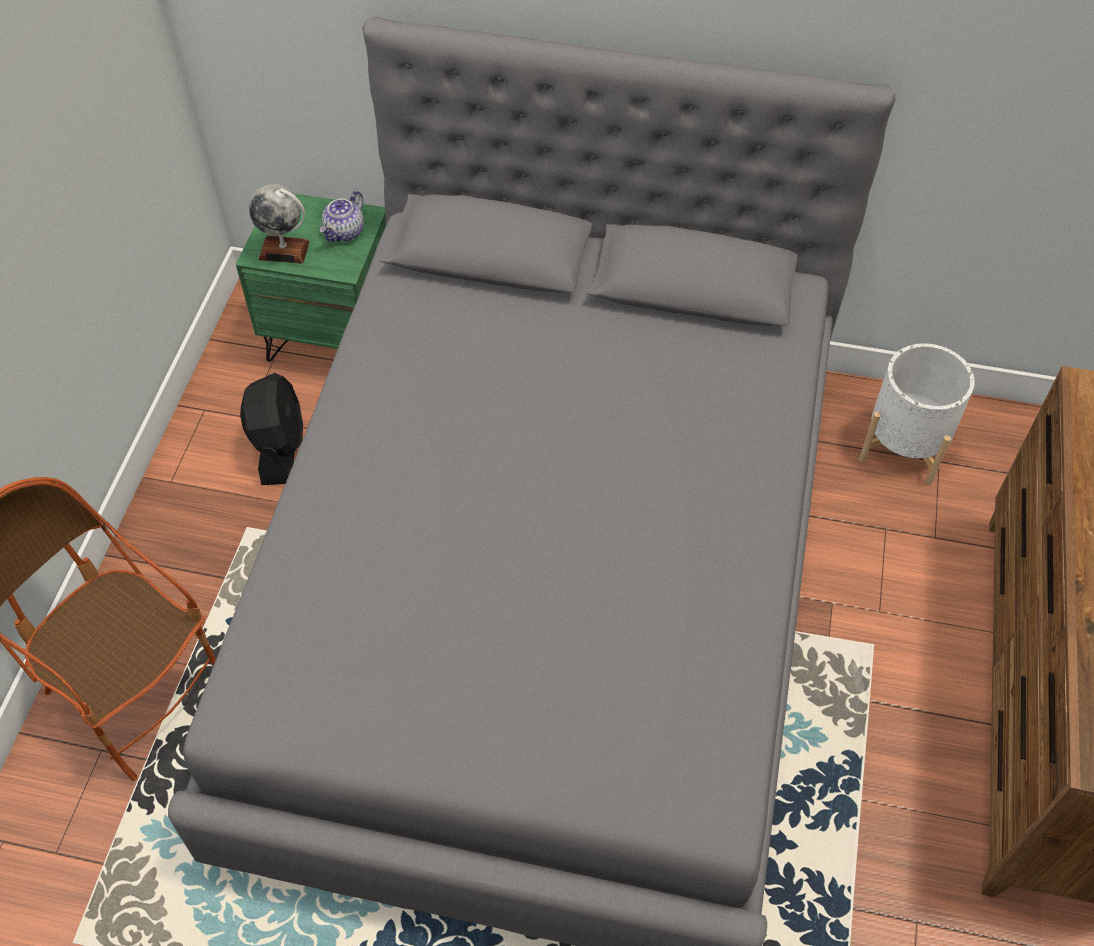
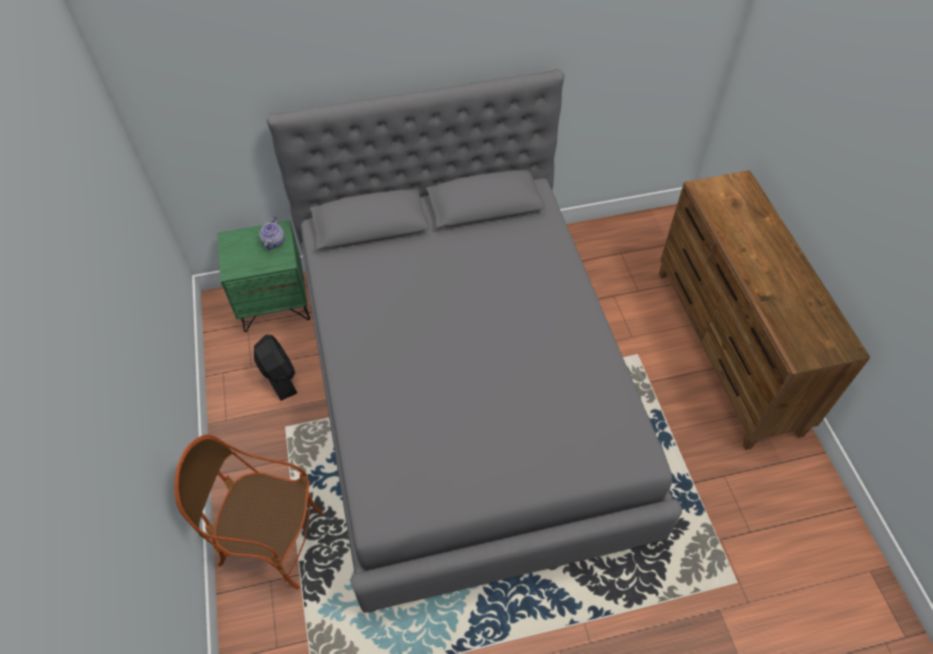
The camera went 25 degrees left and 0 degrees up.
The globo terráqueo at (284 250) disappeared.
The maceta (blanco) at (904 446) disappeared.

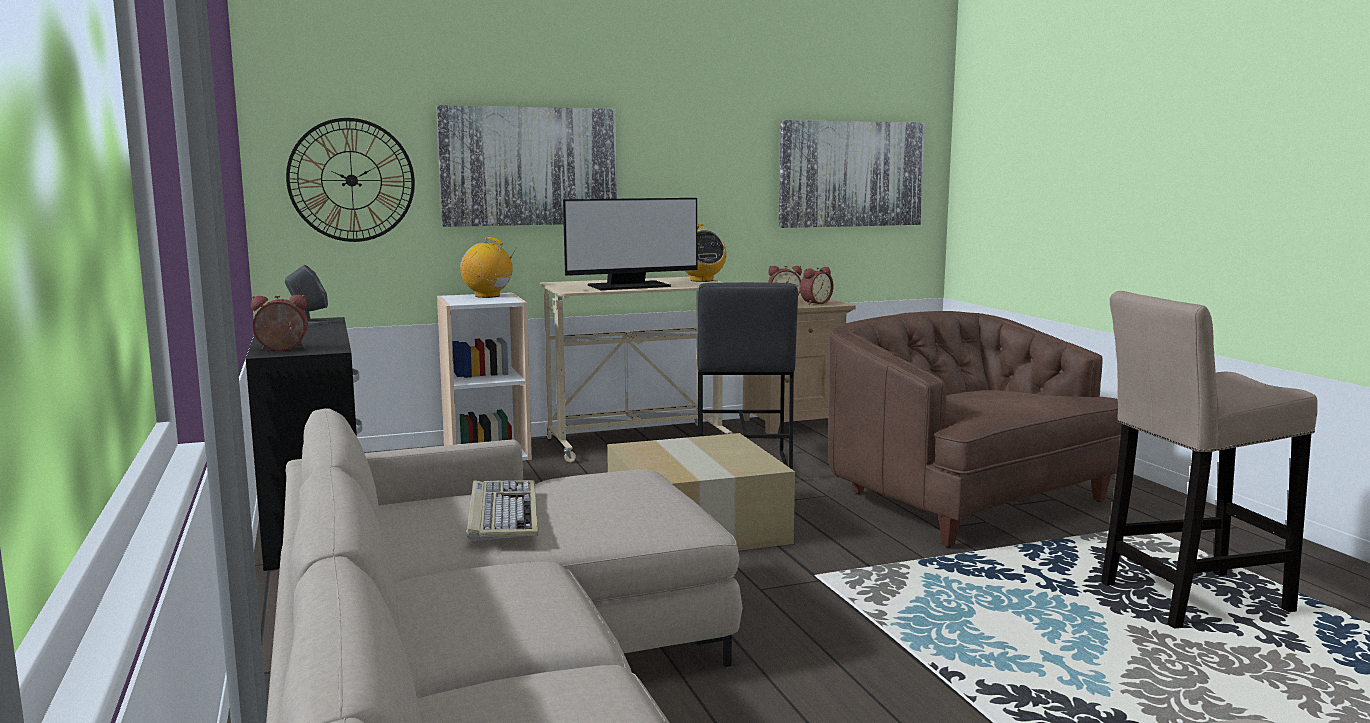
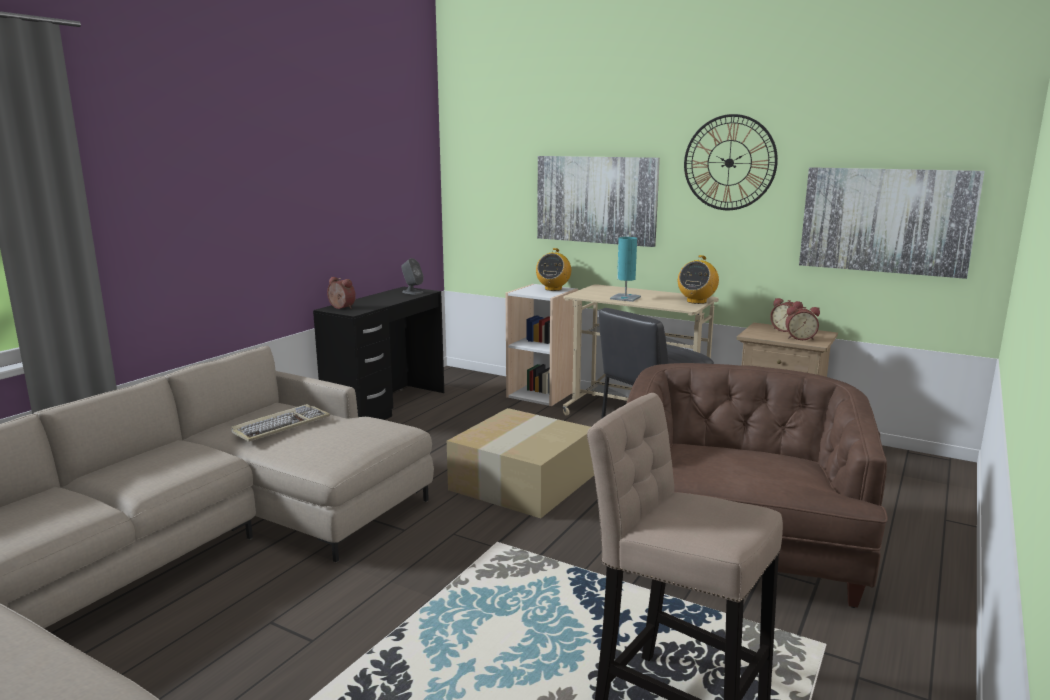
The camera went 50 degrees right and 5 degrees up.
The reloj de pared moved from (351 180) to (729 163).
The radio at (488 296) turned 150 degrees counterclockwise.
The monitor at (629 286) was replaced by the lámpara de mesa (turquesa) at (625 298).

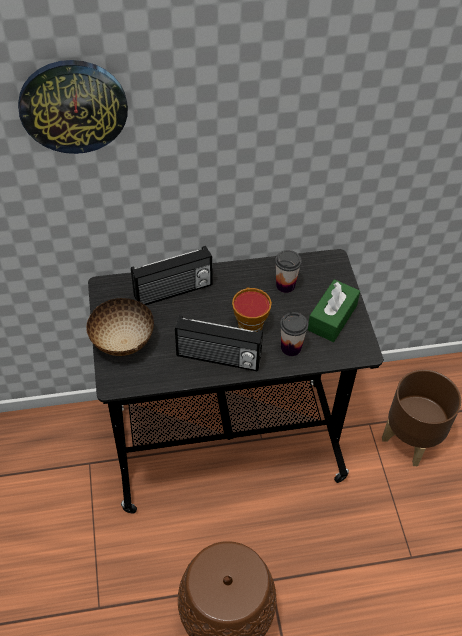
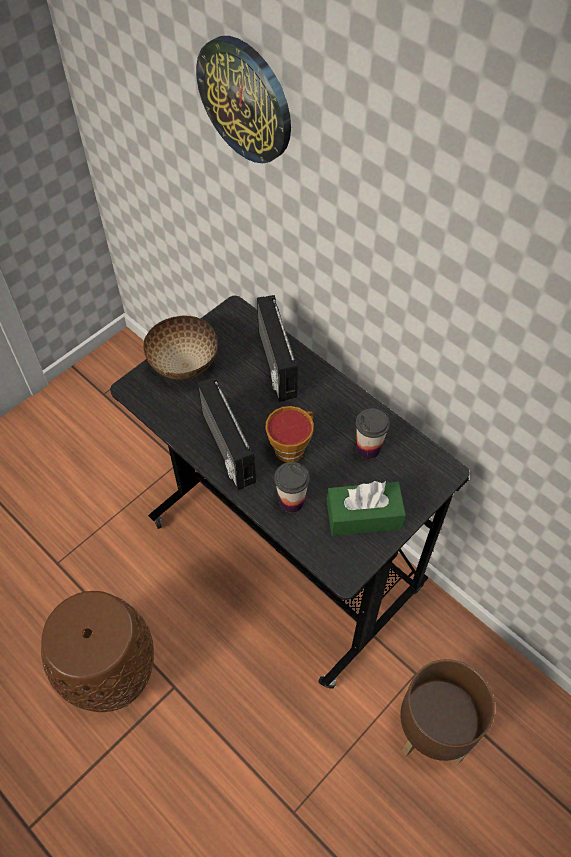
The camera went 55 degrees right and 5 degrees up.
The radio at (173 292) turned 45 degrees clockwise.

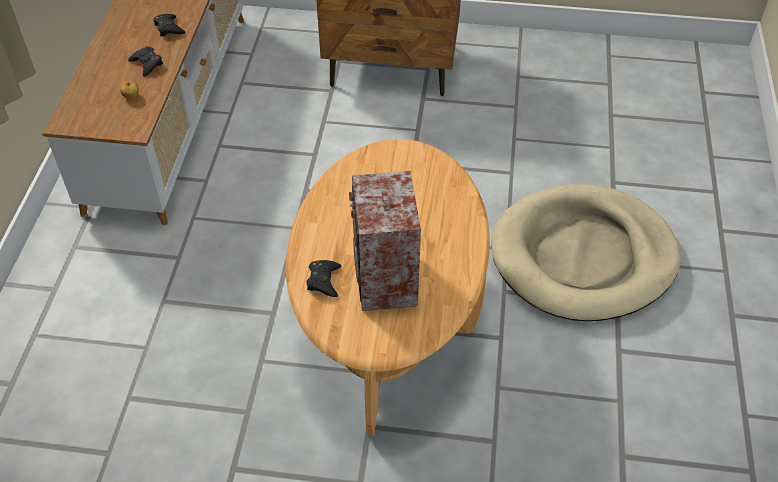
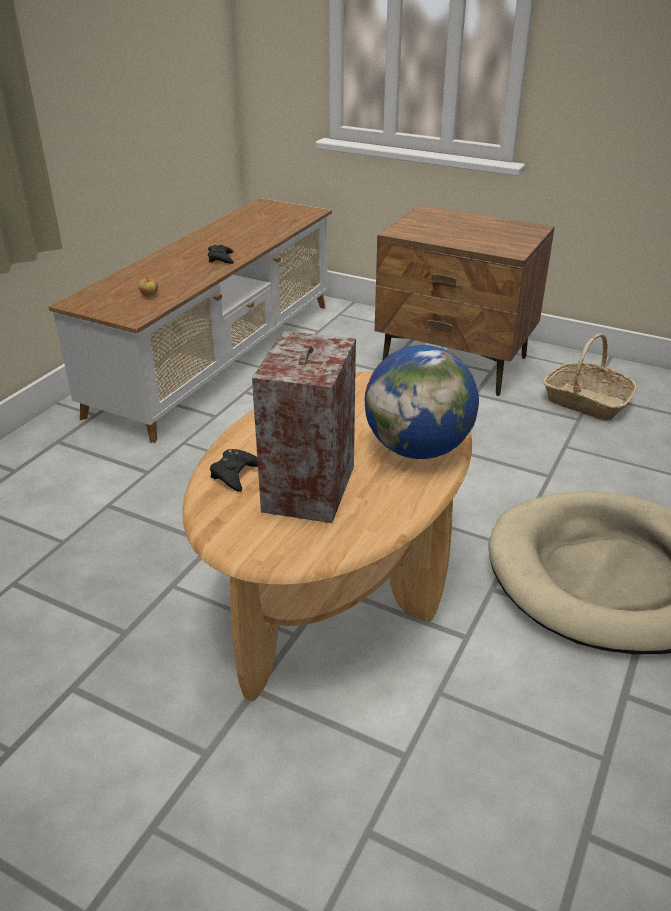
The camera went 20 degrees right and 15 degrees down.
The mando de consola (negro) at (147 64) disappeared.
The globo terráqueo at (418 449) appeared.
The cesta at (585 402) appeared.

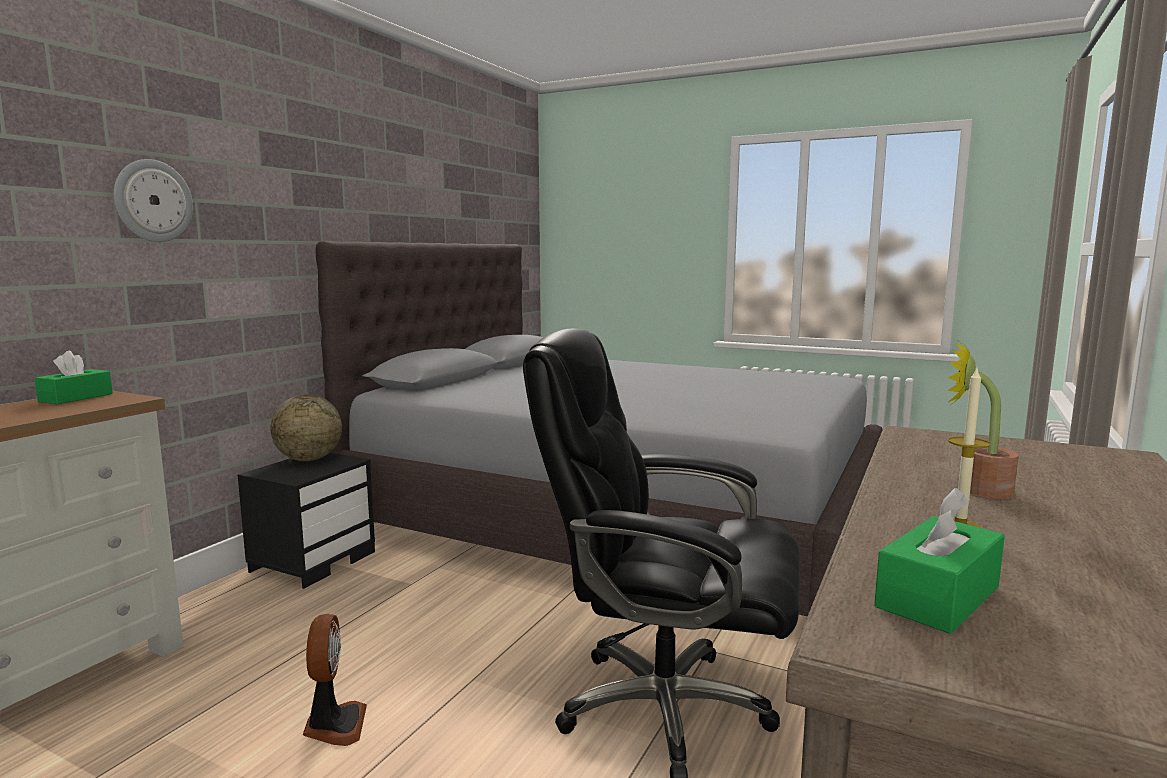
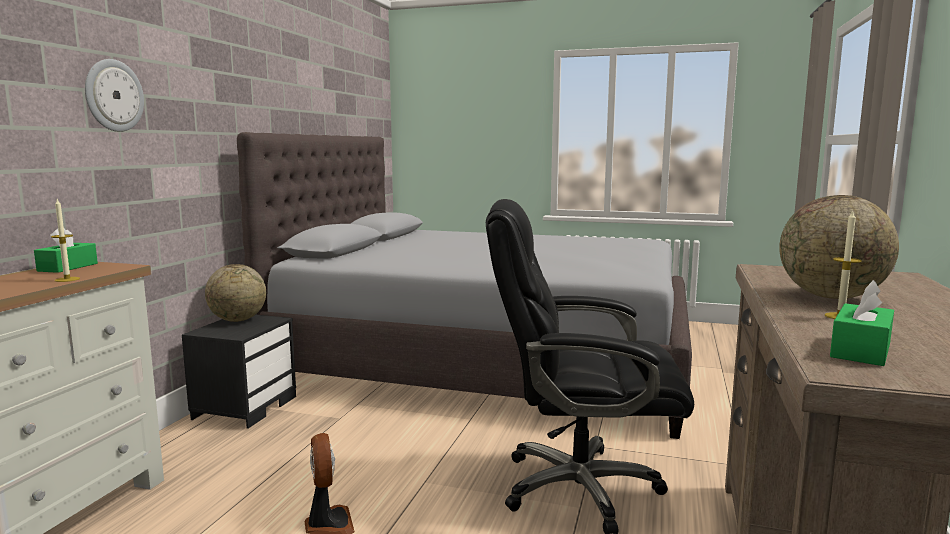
The camera went 10 degrees left and 0 degrees up.
The planta en maceta at (976 489) was replaced by the globo terráqueo at (831 297).
The vela at (67 279) appeared.

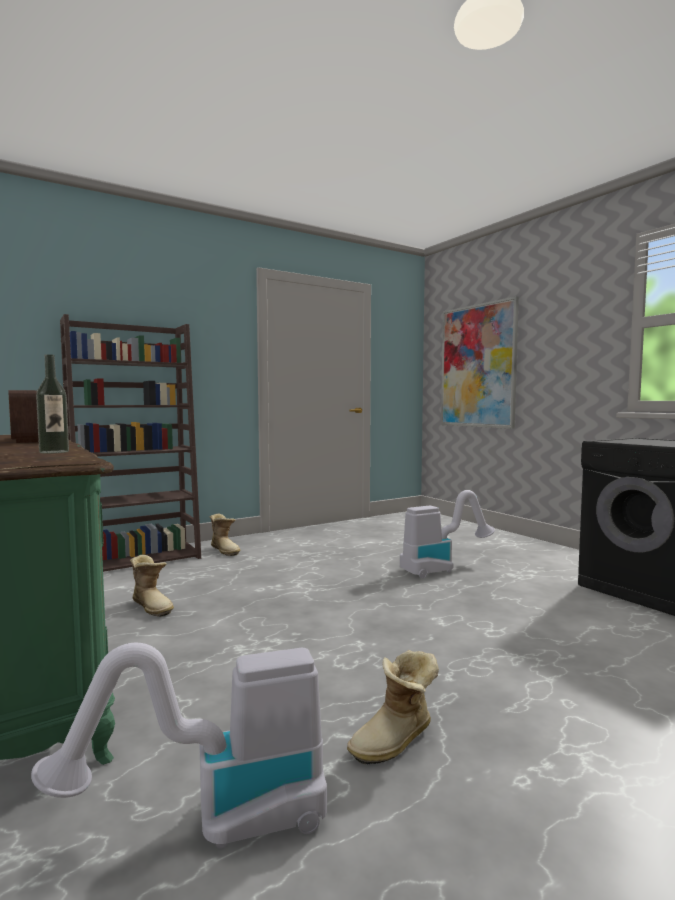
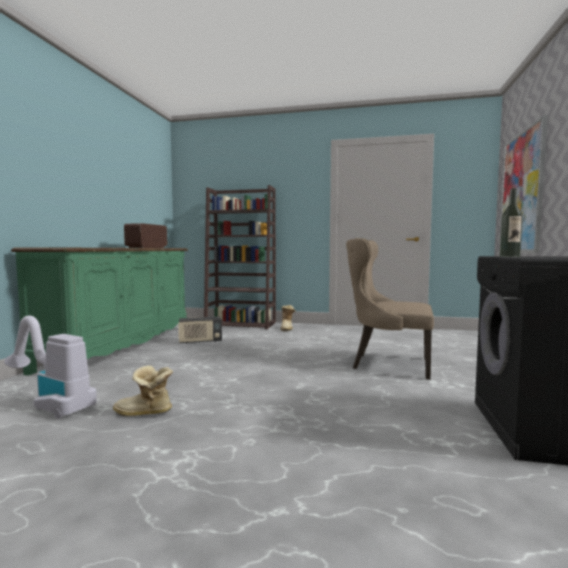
The camera went 45 degrees right and 0 degrees up.
The botella moved from (54 452) to (509 256).
The bota at (153 606) was replaced by the radio at (200 342).
The aspiradora at (442 568) was replaced by the silla (beis) at (388 364).

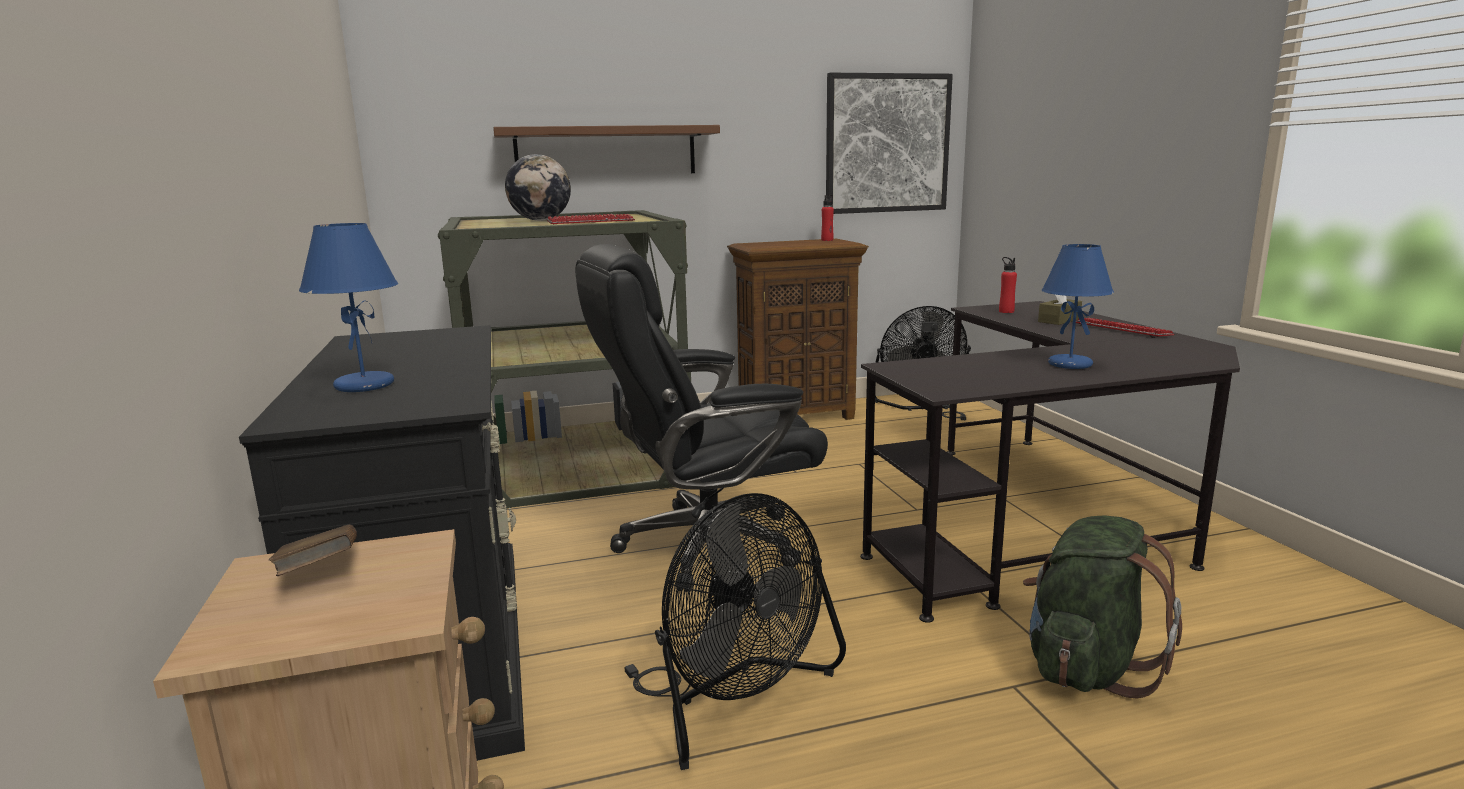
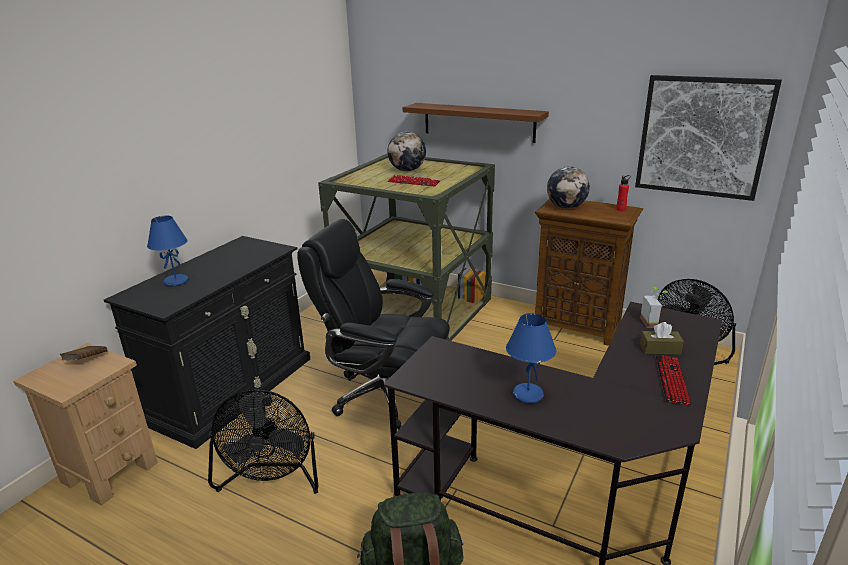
The camera went 45 degrees right and 10 degrees up.
The botella (rojo) at (1006 311) was replaced by the planta en maceta at (653 322).
The globo terráqueo at (566 207) appeared.

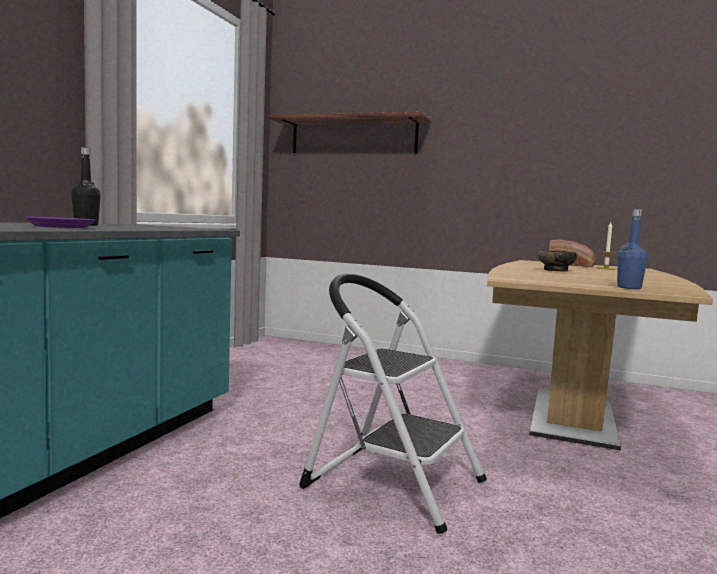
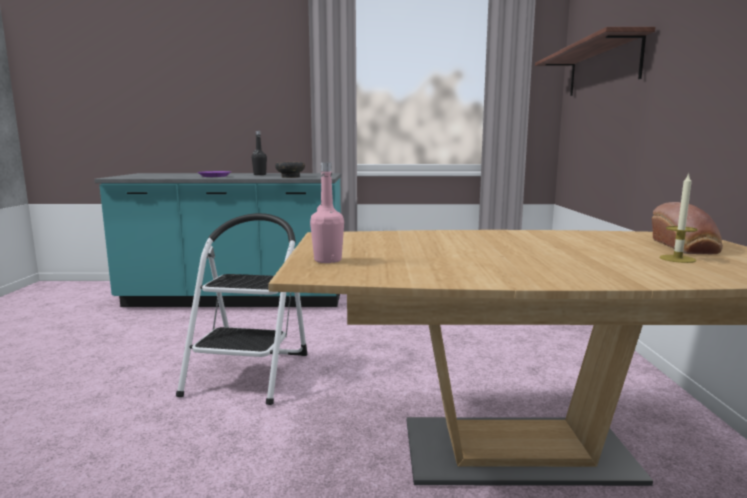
The camera went 70 degrees right and 5 degrees up.
The cuenco moved from (555 270) to (290 177).
The botella (azul) at (629 288) became the botella (rosa) at (327 260).

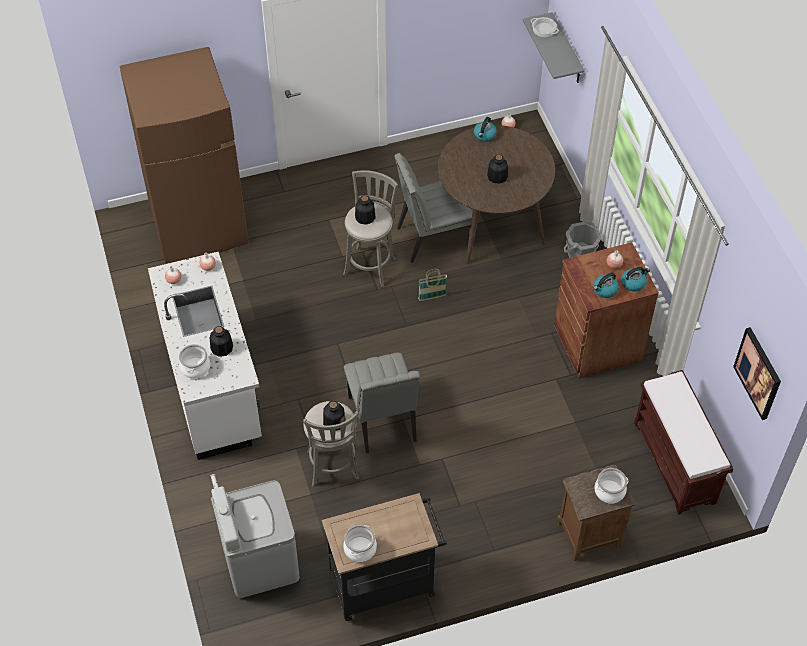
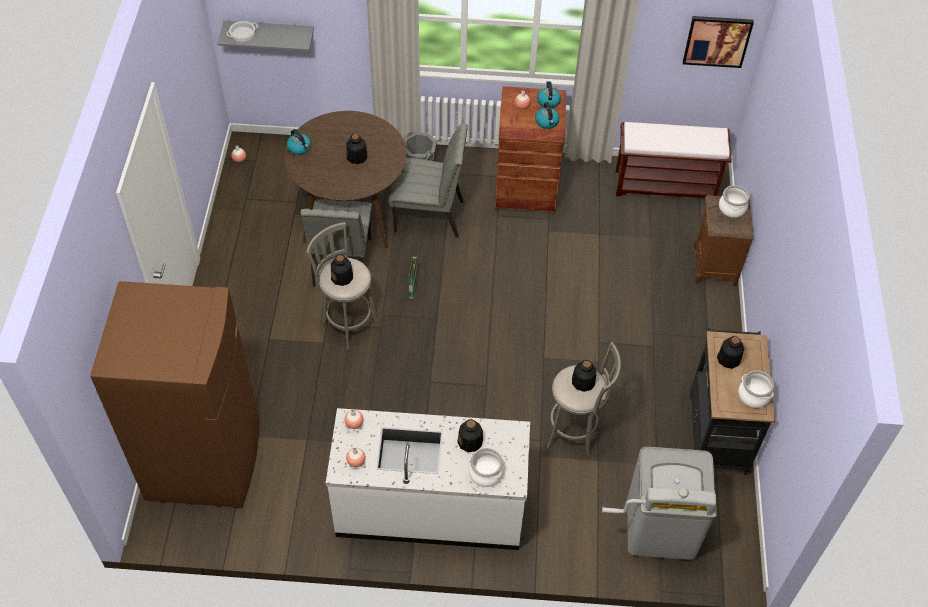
The camera went 70 degrees left and 0 degrees up.
The silla (gris) moved from (381 418) to (428 216).
The botella at (728 359) appeared.

